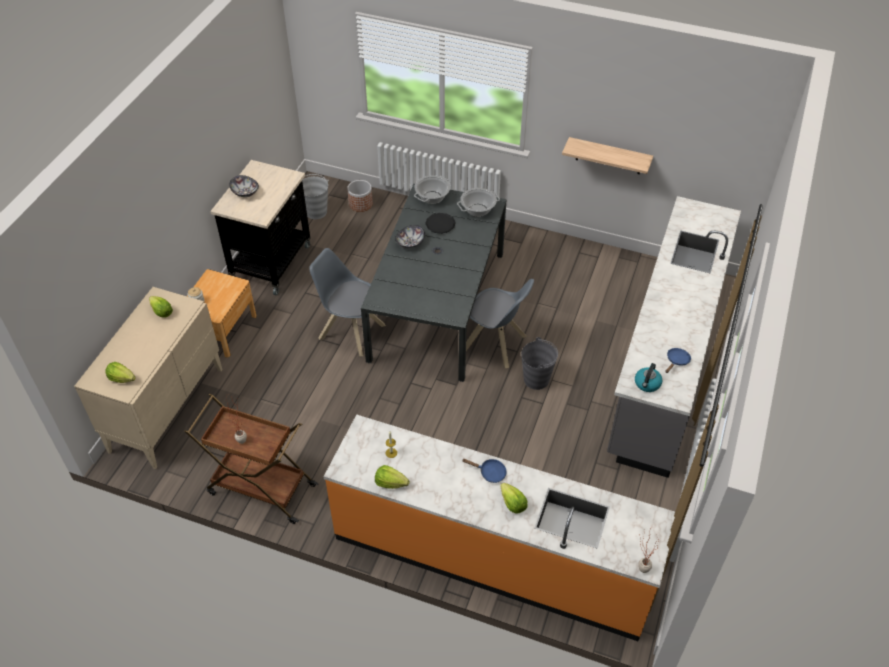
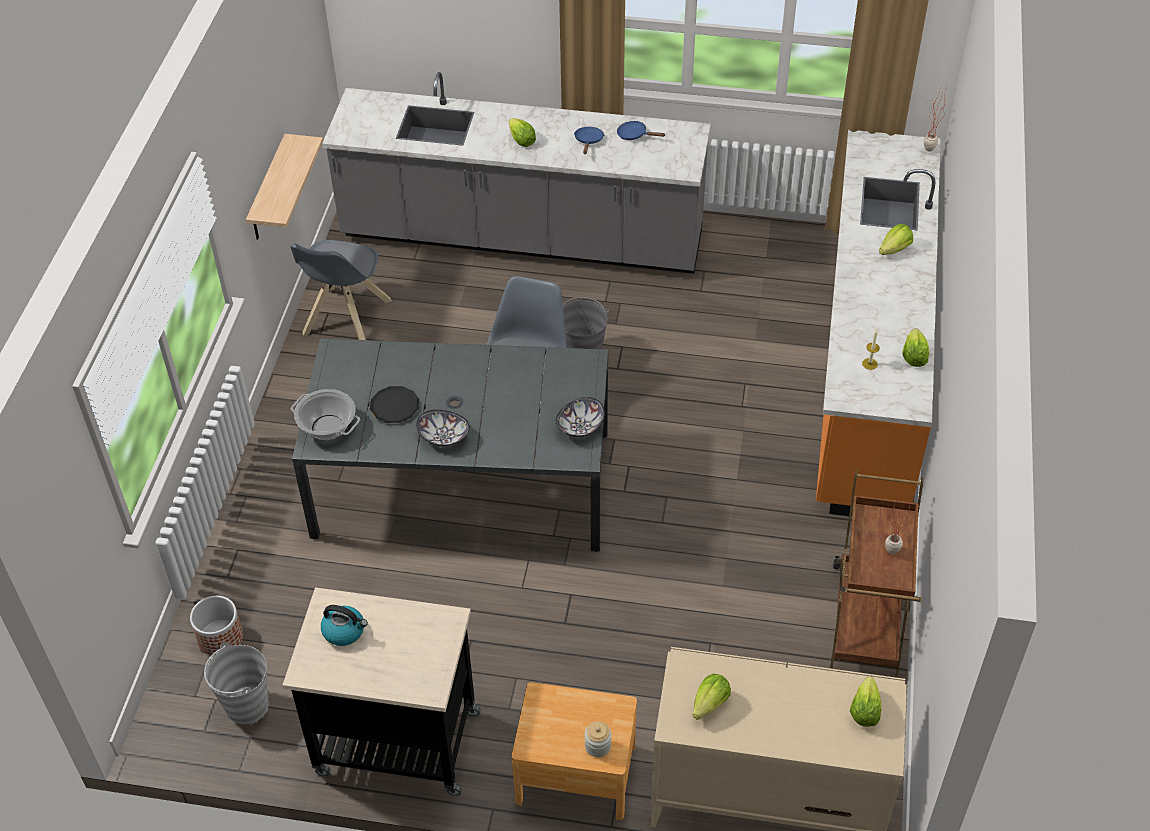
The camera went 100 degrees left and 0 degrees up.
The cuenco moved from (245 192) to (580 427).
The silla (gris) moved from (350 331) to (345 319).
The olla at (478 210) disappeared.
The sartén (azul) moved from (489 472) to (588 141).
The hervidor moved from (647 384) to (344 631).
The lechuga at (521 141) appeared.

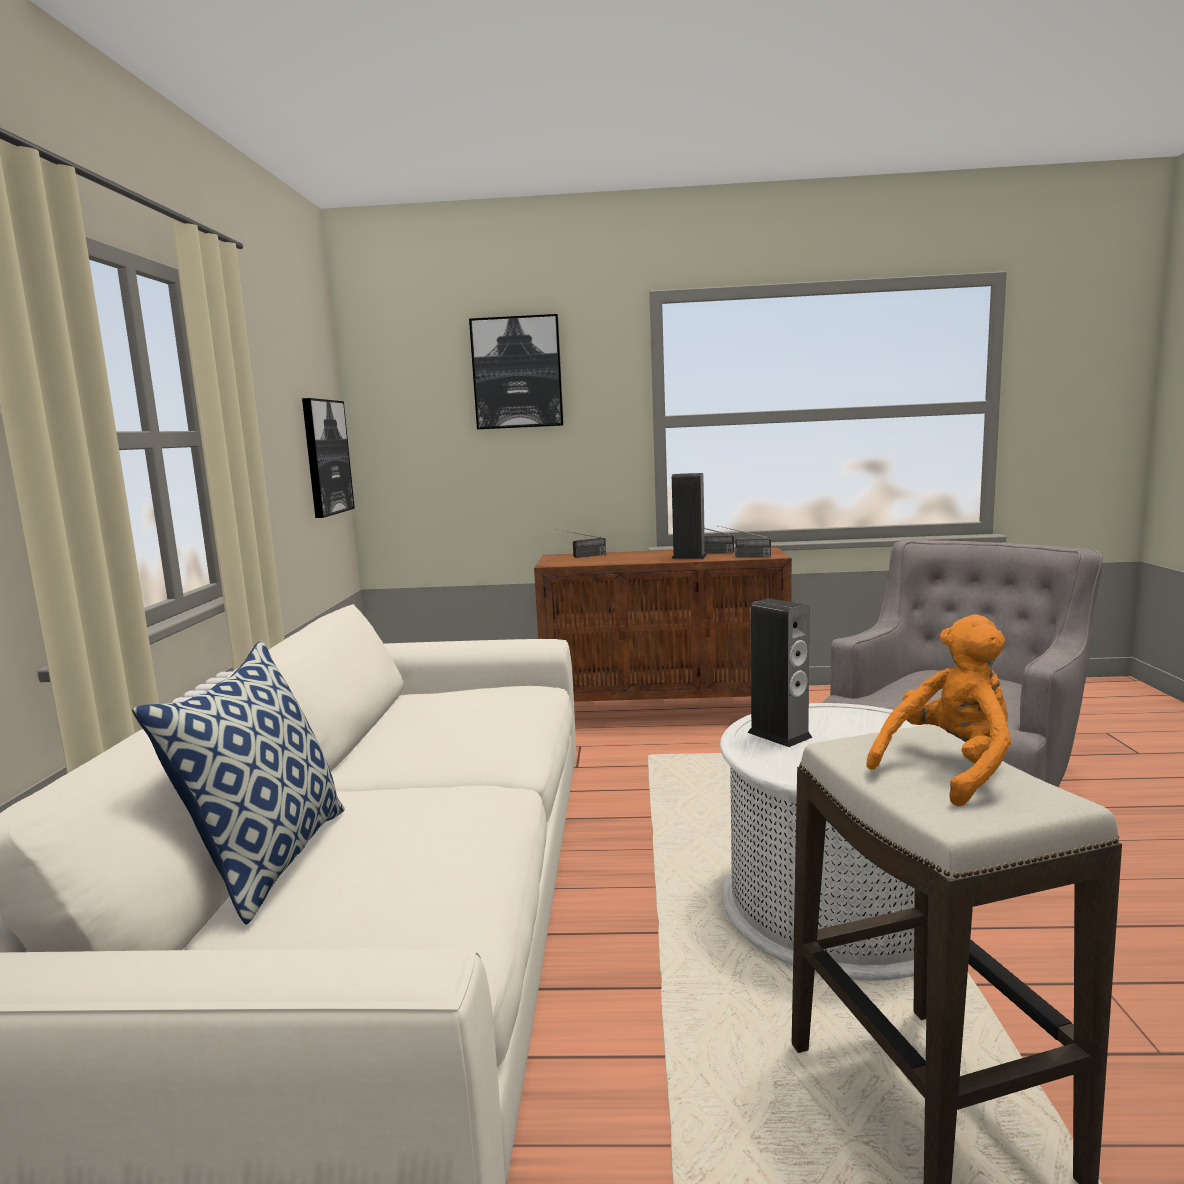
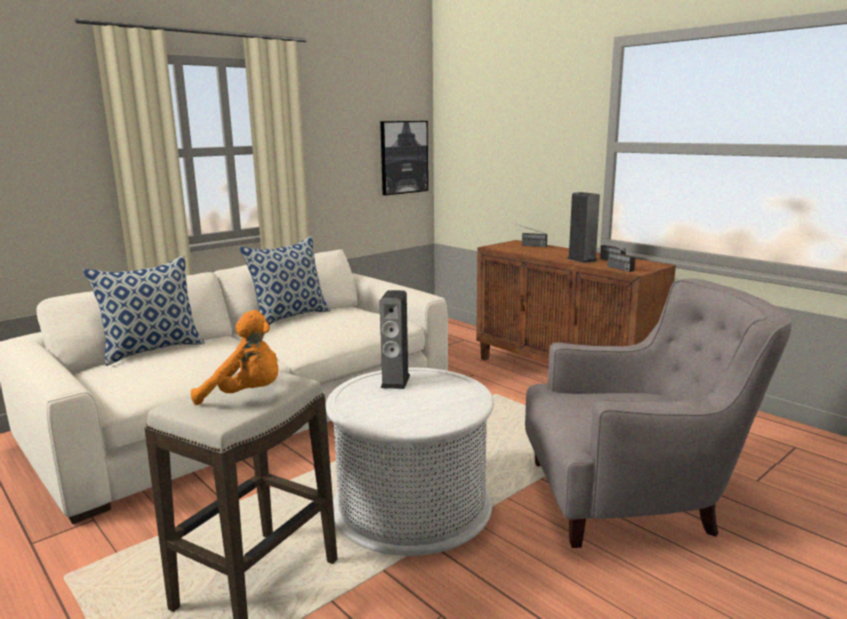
The camera went 45 degrees right and 5 degrees up.
The cuadro at (517 373) disappeared.
The cojín at (290 317) appeared.

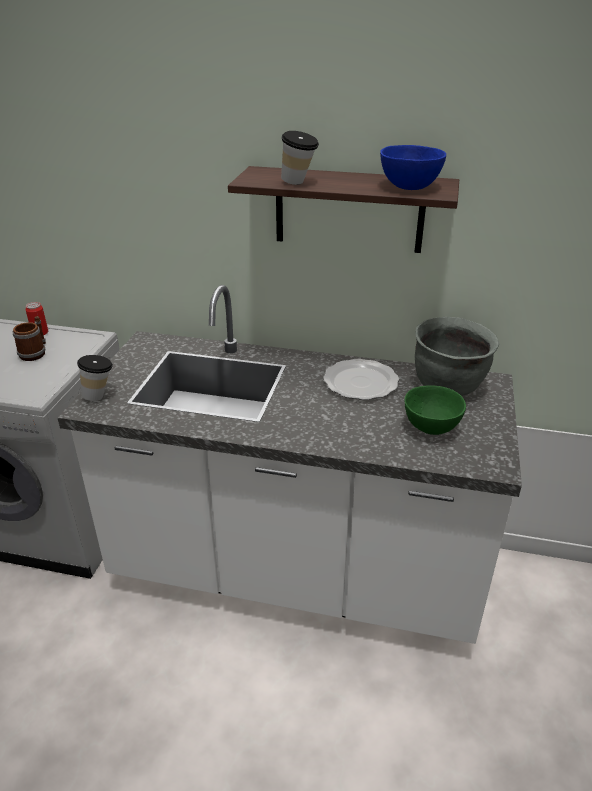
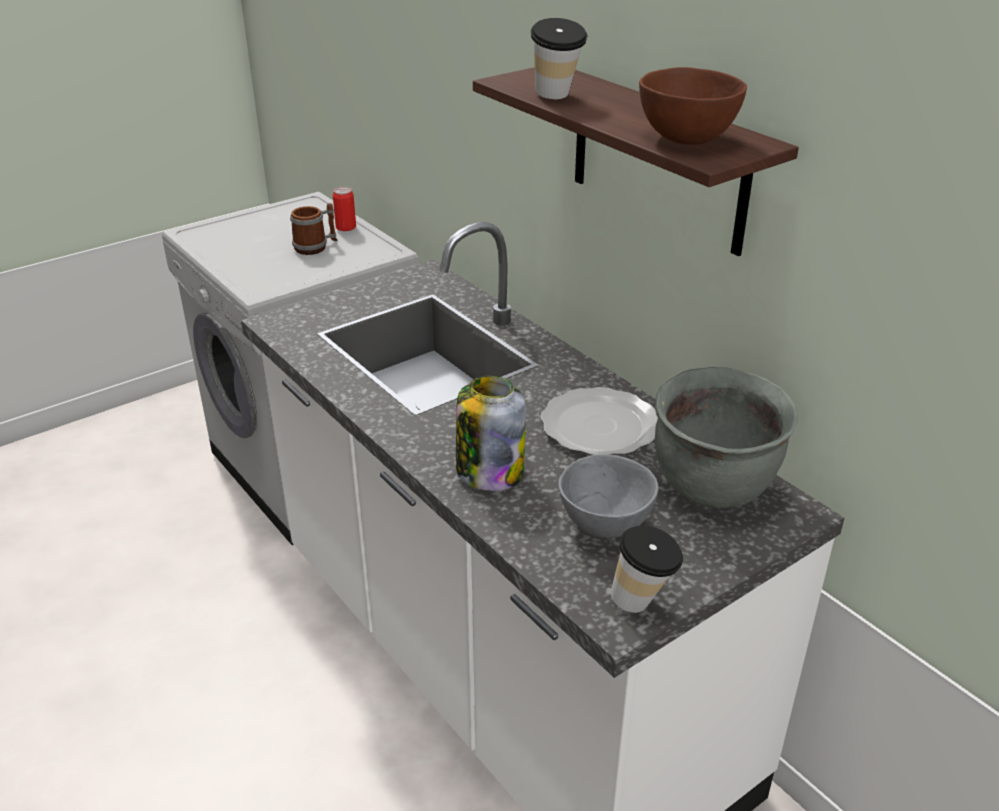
The camera went 40 degrees right and 0 degrees up.
The taza moved from (100 395) to (643 603).
The cuenco (azul) at (408 187) became the cuenco (marrón) at (686 138).
The cuenco (verde) at (431 428) became the cuenco (gris) at (604 525).
The tarro at (489 471) appeared.

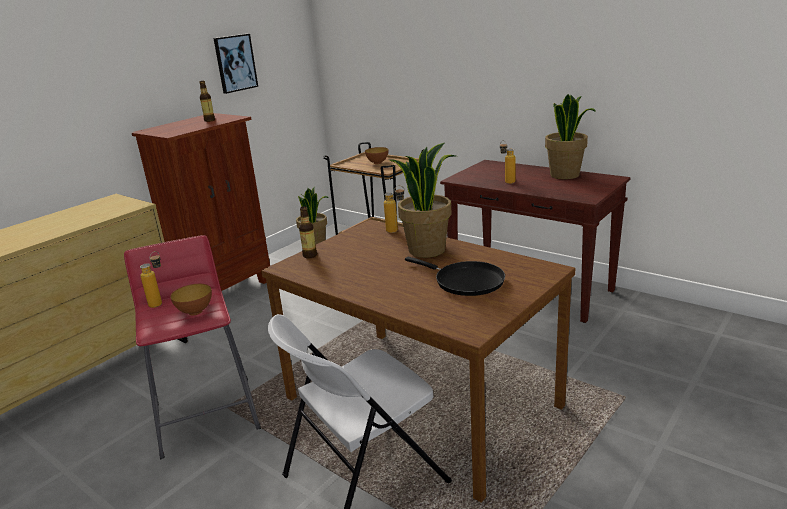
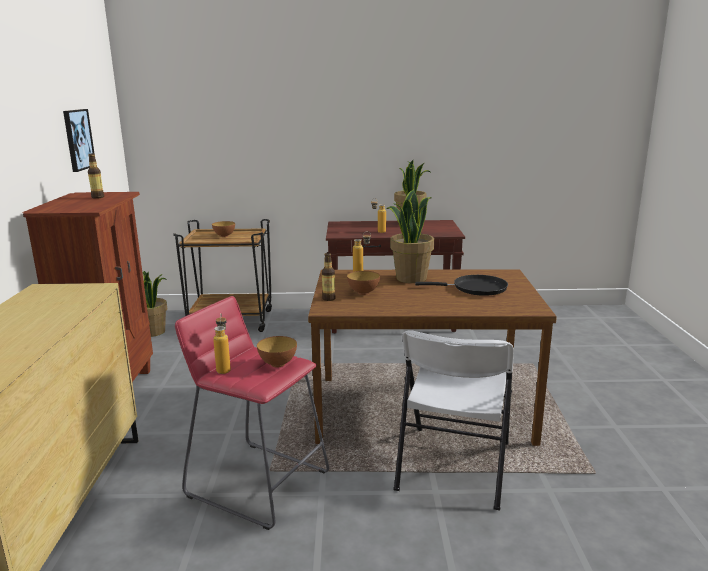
The camera went 40 degrees left and 5 degrees down.
The cuenco at (363 293) appeared.

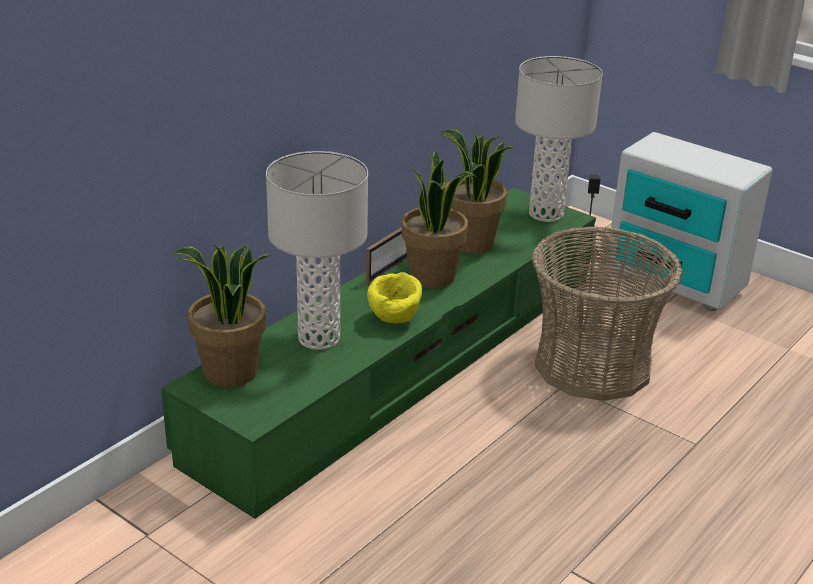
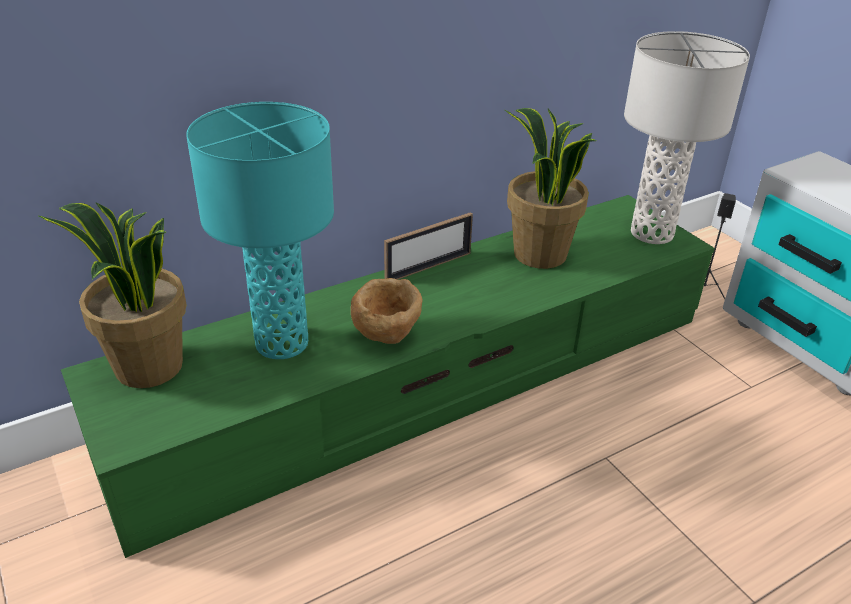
The camera went 20 degrees right and 5 degrees up.
The lámpara de mesa (blanco) at (319 338) became the lámpara de mesa (turquesa) at (282 342).
The cuenco (amarillo) at (394 319) became the cuenco (marrón) at (387 336).
The planta en maceta at (433 277) disappeared.
The cesta at (592 365) disappeared.

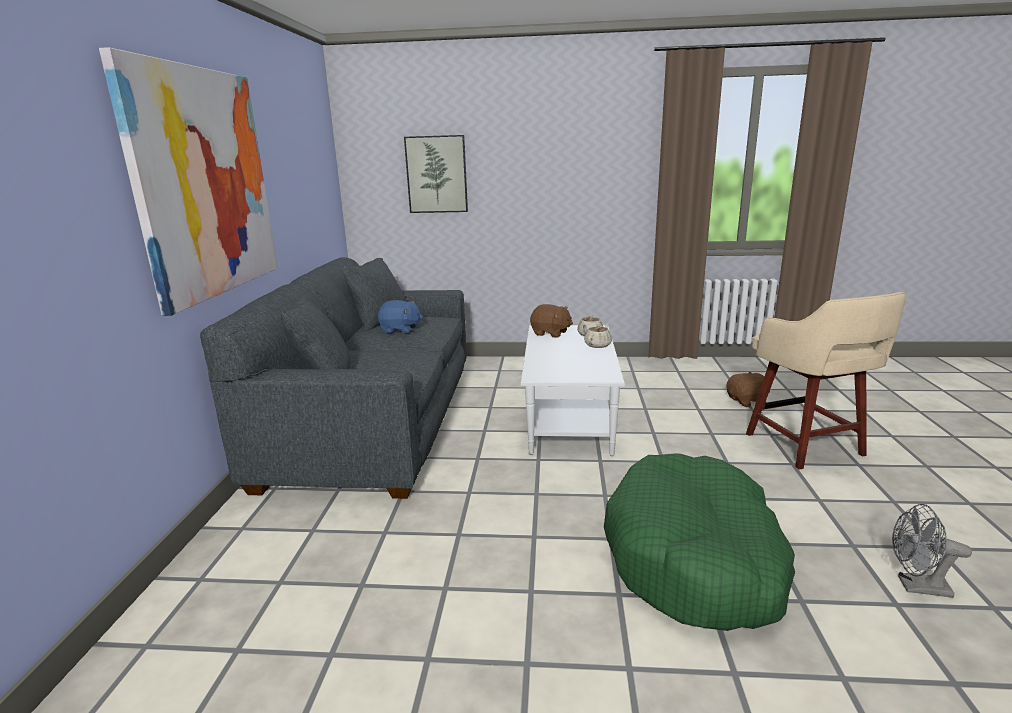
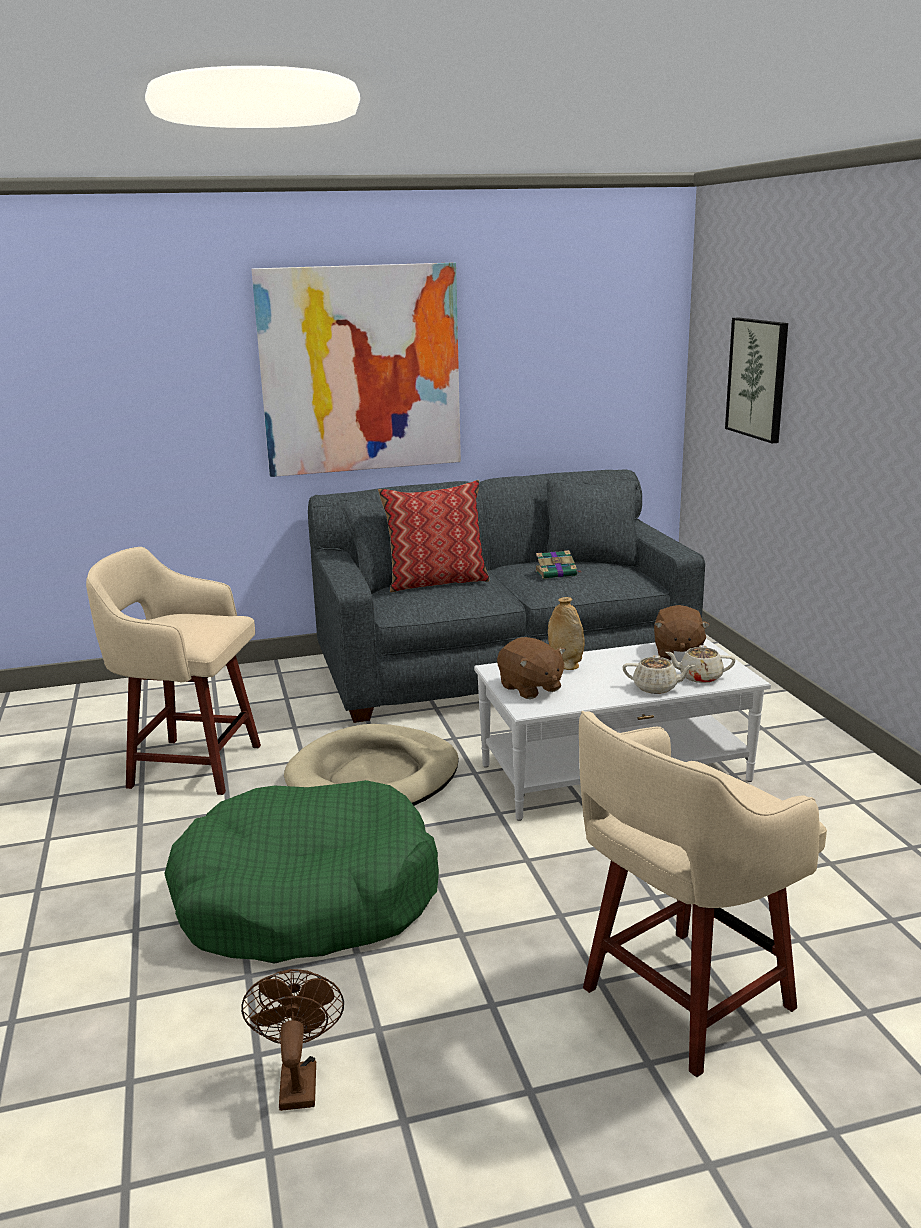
The camera went 70 degrees right and 0 degrees up.
The peluche (azul) at (400 330) was replaced by the libro at (557 573).
The peluche (marrón) moved from (747 401) to (530 688).
The ventilador (gris) at (916 587) became the ventilador (marrón) at (297 1079).
The taburete (beis) at (190 766) appeared.
The cama para perro (beis) at (373 777) appeared.
The cojín at (436 582) appeared.
The florero (beis) at (565 665) appeared.

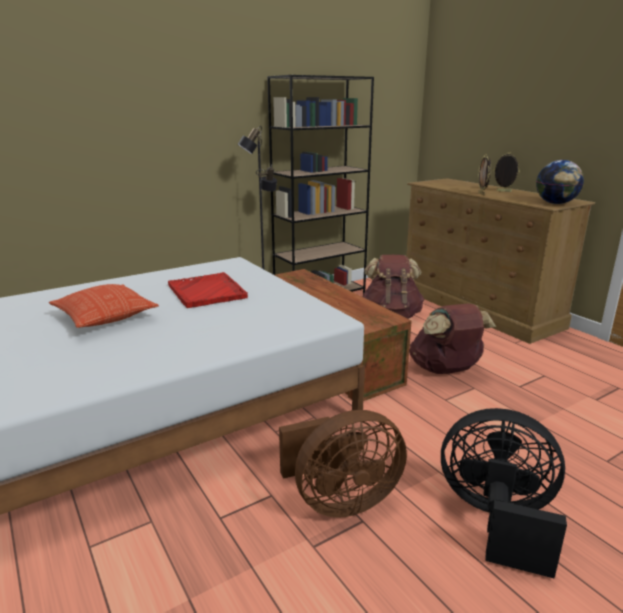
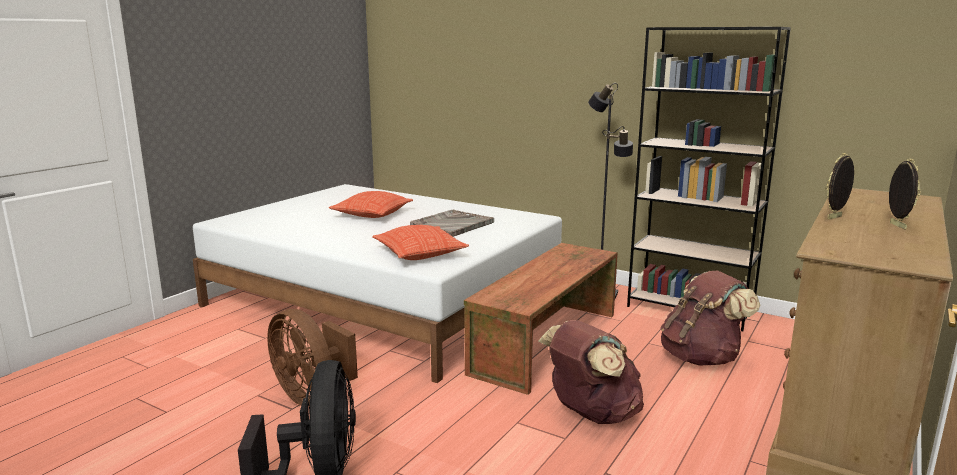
The camera went 65 degrees right and 5 degrees down.
The bandeja (rojo) at (207 292) became the bandeja (gris) at (451 225).
The globo terráqueo at (555 203) disappeared.
The cojín (naranja) at (420 254) appeared.

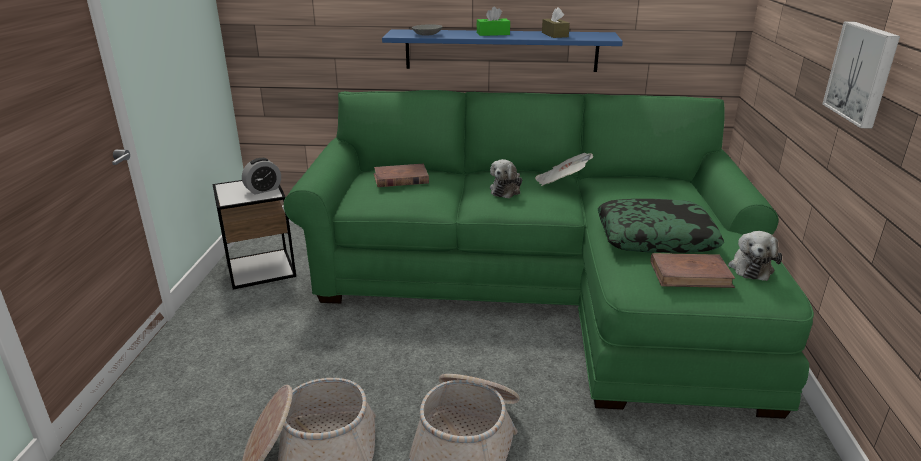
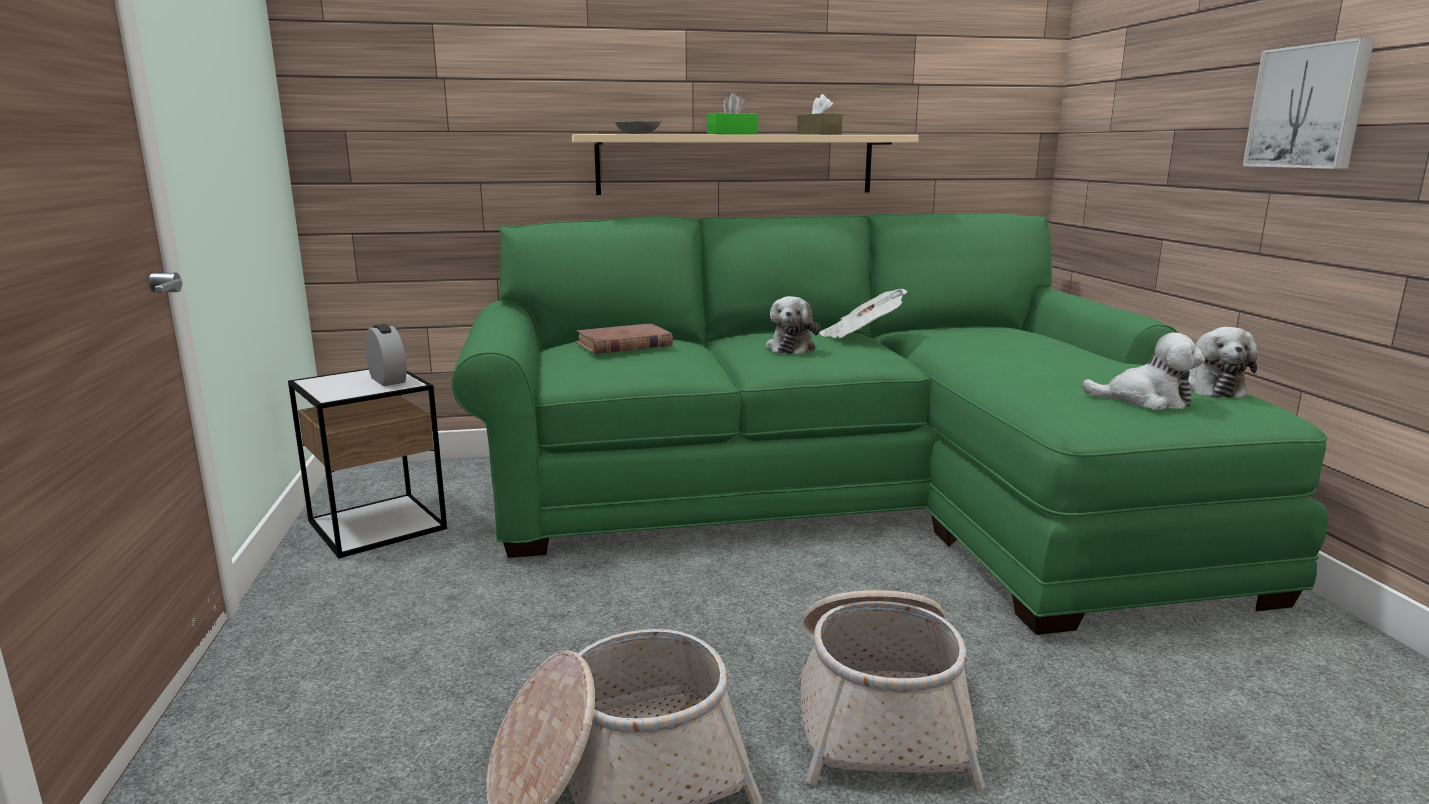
The camera went 15 degrees left and 10 degrees down.
The despertador at (263 190) turned 75 degrees counterclockwise.
The estante (azul) at (501 50) became the estante (beis) at (736 164).
The cojín at (655 237) disappeared.
The libro (marrón) at (690 274) was replaced by the peluche at (1145 400).

